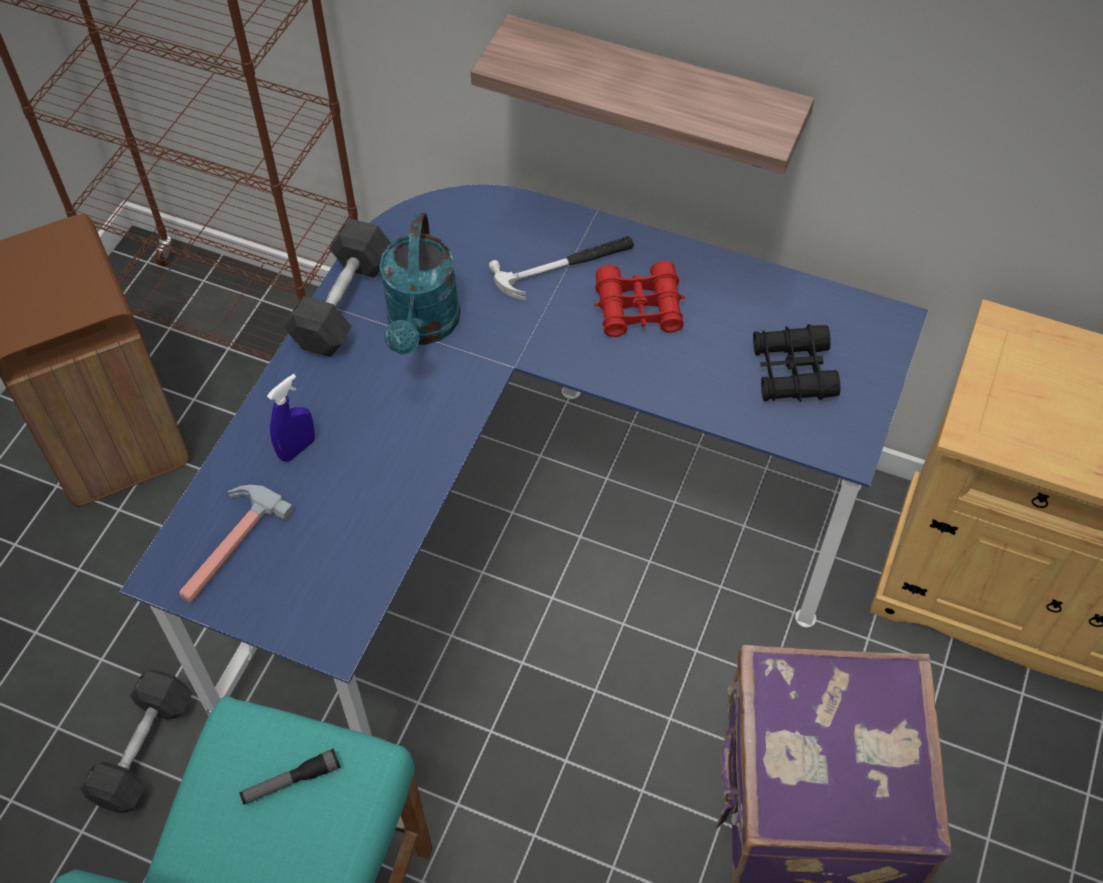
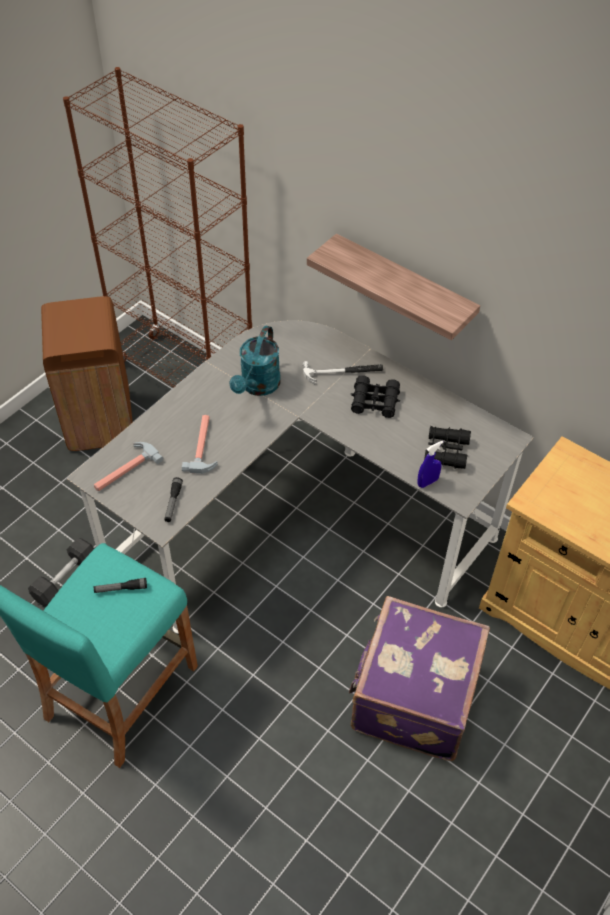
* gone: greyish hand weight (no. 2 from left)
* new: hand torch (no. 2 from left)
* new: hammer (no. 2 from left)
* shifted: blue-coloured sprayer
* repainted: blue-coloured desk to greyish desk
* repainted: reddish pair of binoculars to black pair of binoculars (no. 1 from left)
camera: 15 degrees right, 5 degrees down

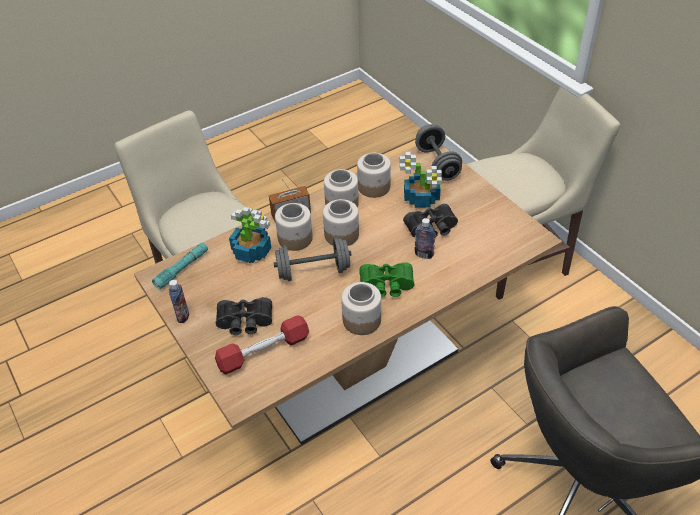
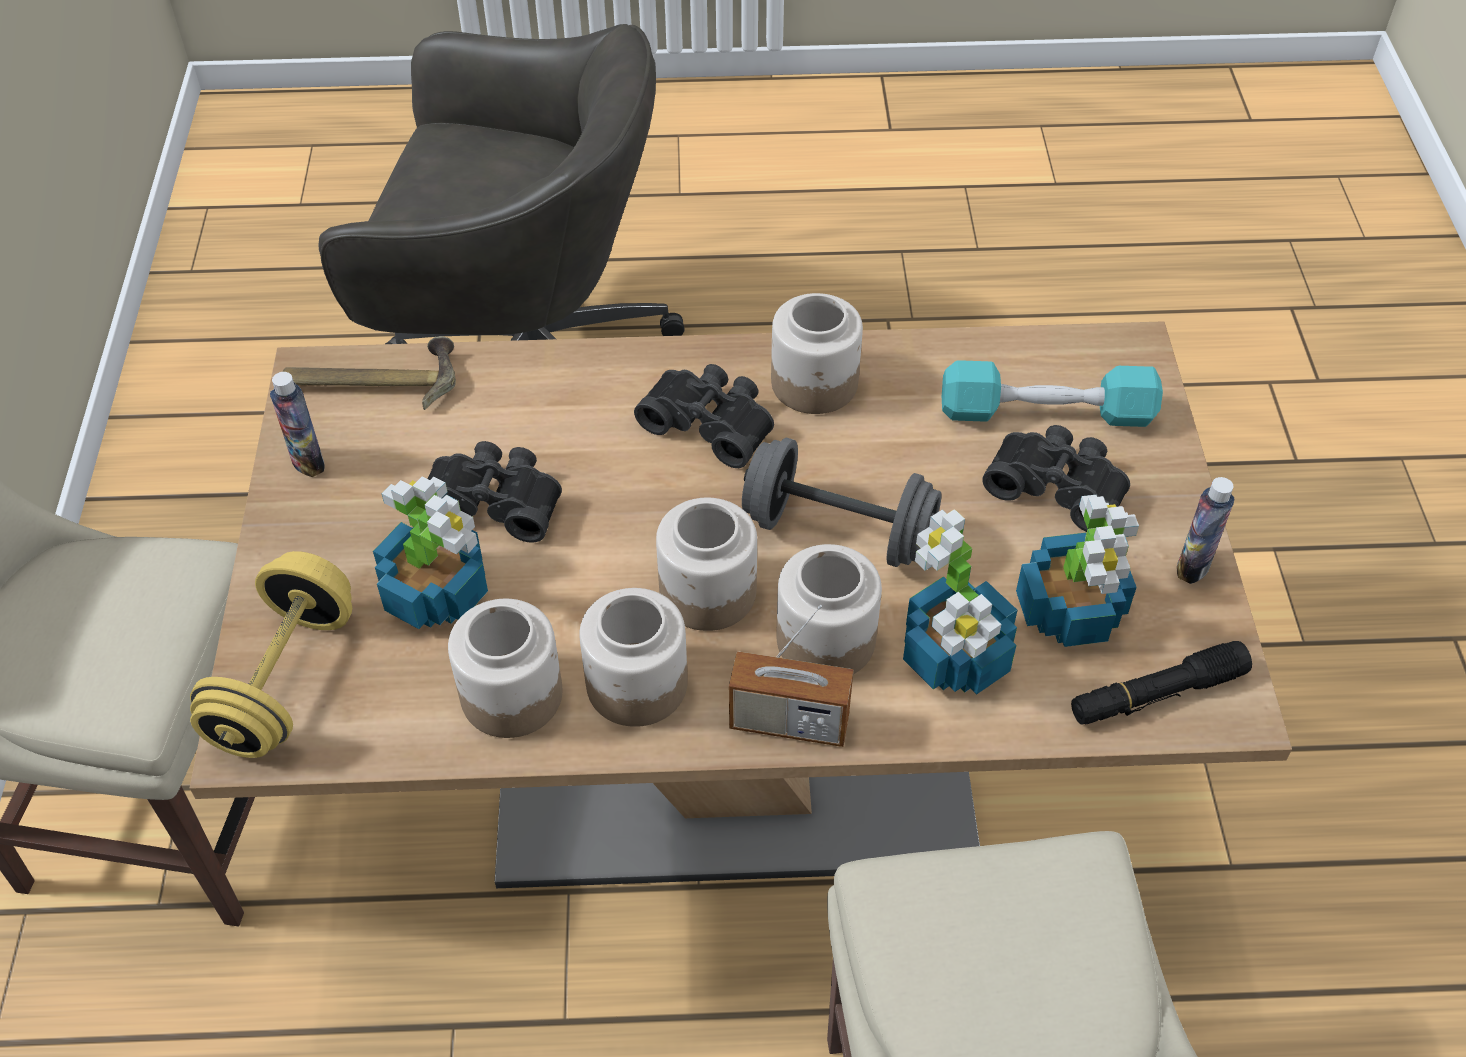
* new: hammer
* new: houseplant (no. 3 from left)
* shifted: beverage bottle (no. 2 from left in the first image) to beverage bottle (no. 1 from left)
* repainted: turquoise hand torch to black hand torch
* repainted: reddish hand weight to turquoise hand weight
* repainted: green-coloured pair of binoculars to black pair of binoculars (no. 2 from left)
* repainted: greyish hand weight (no. 2 from left) to yellow hand weight
camera: 150 degrees left, 5 degrees up

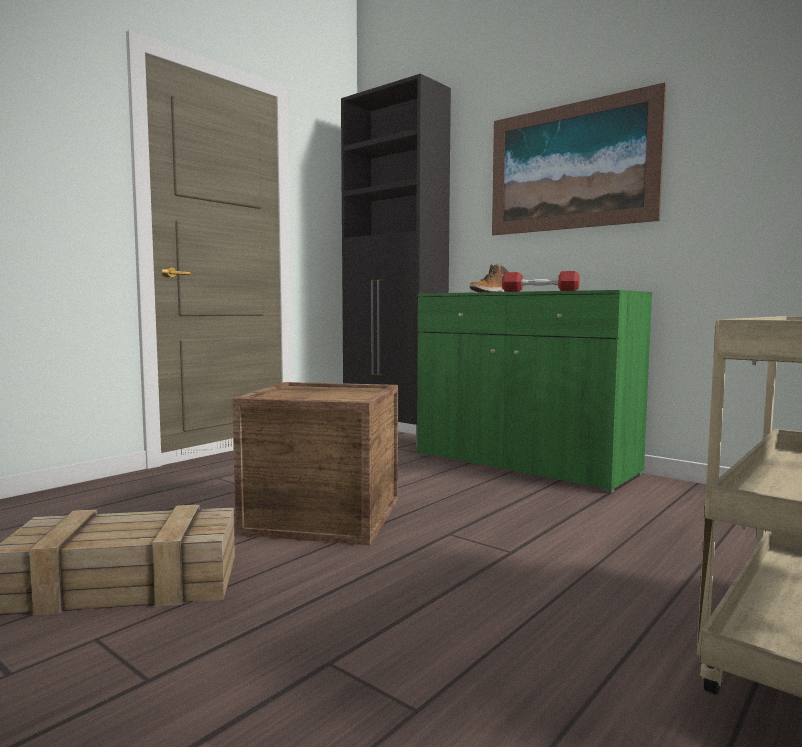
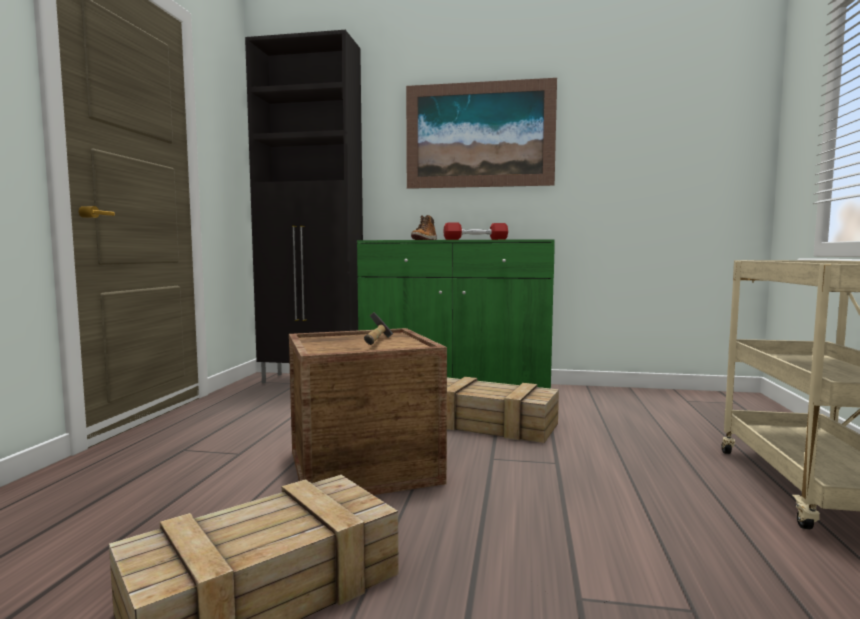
* new: hammer
* new: packing crate (no. 3 from left)
camera: 30 degrees left, 0 degrees up

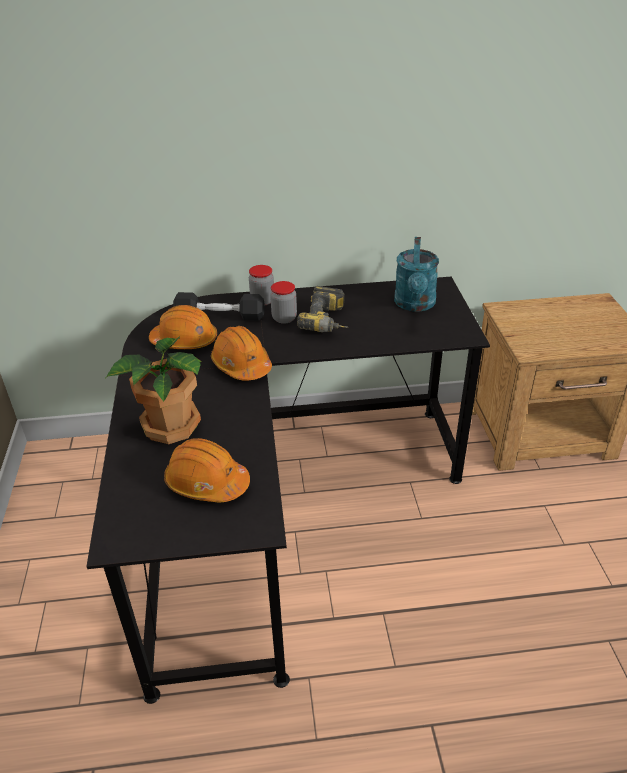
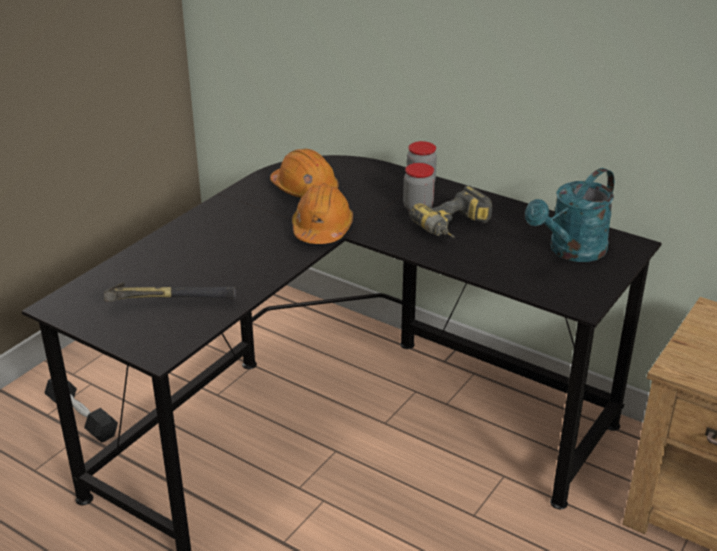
* gone: houseplant
* shifted: black hand weight
* swapped: orangey hard hat (no. 2 from left) to hammer
camera: 40 degrees right, 5 degrees down

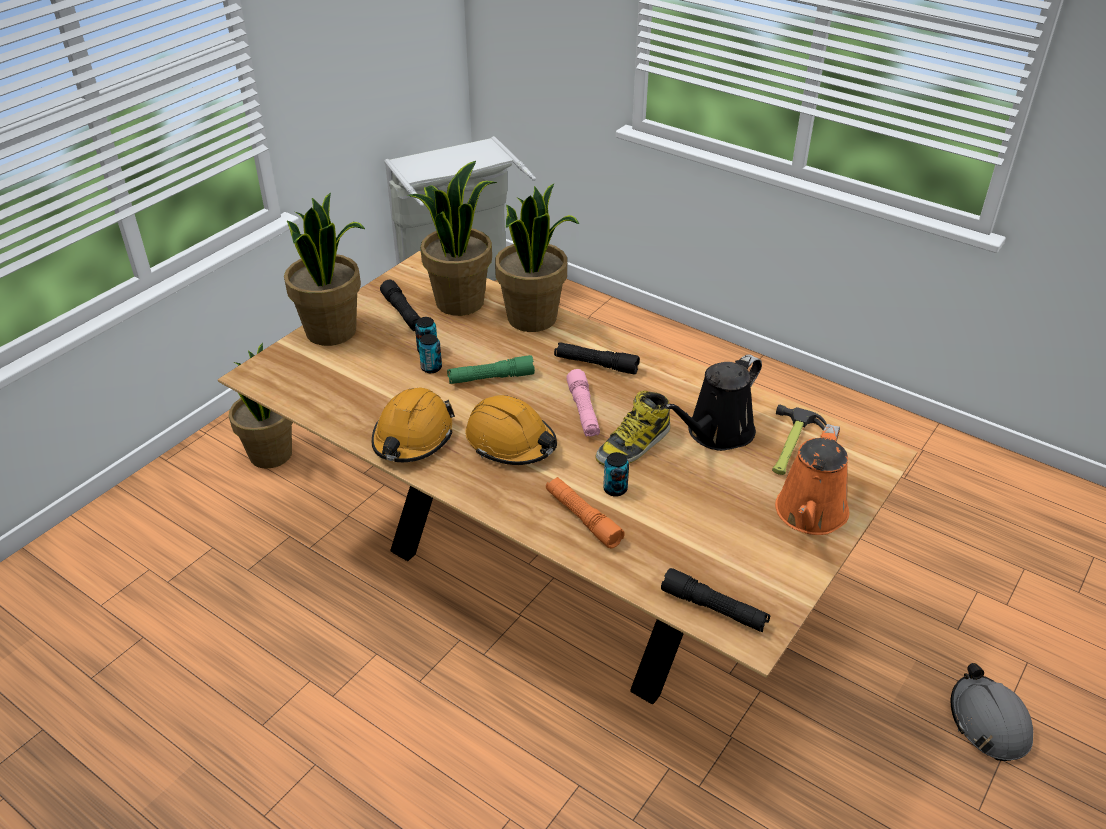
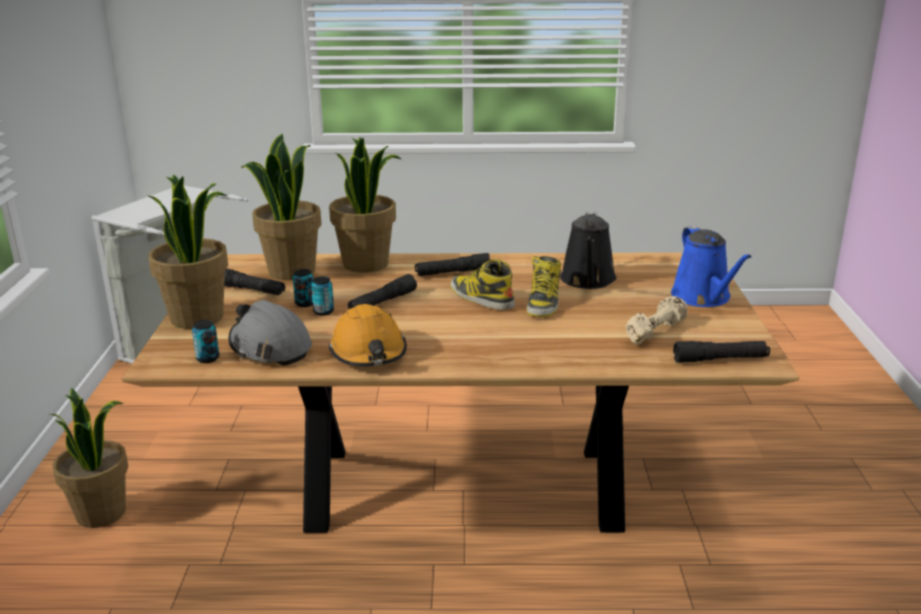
* gone: orangey hard hat (no. 2 from left)
* gone: orangey hand torch
* gone: hammer
* new: sand-coloured hand weight
* shifted: can (no. 3 from left in the first image) to can (no. 1 from left)
* shifted: greyish hard hat
* swapped: pink-coloured hand torch to high-top boot (no. 1 from left)
* repainted: green-coloured hand torch to black hand torch (no. 2 from left)
* repainted: orangey watering pot to blue-coloured watering pot
camera: 35 degrees left, 15 degrees down

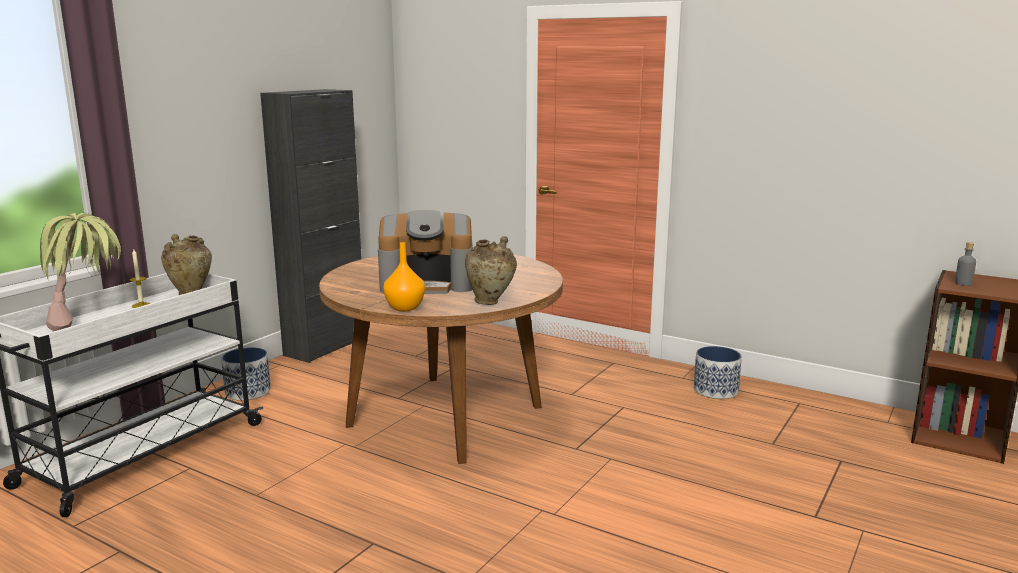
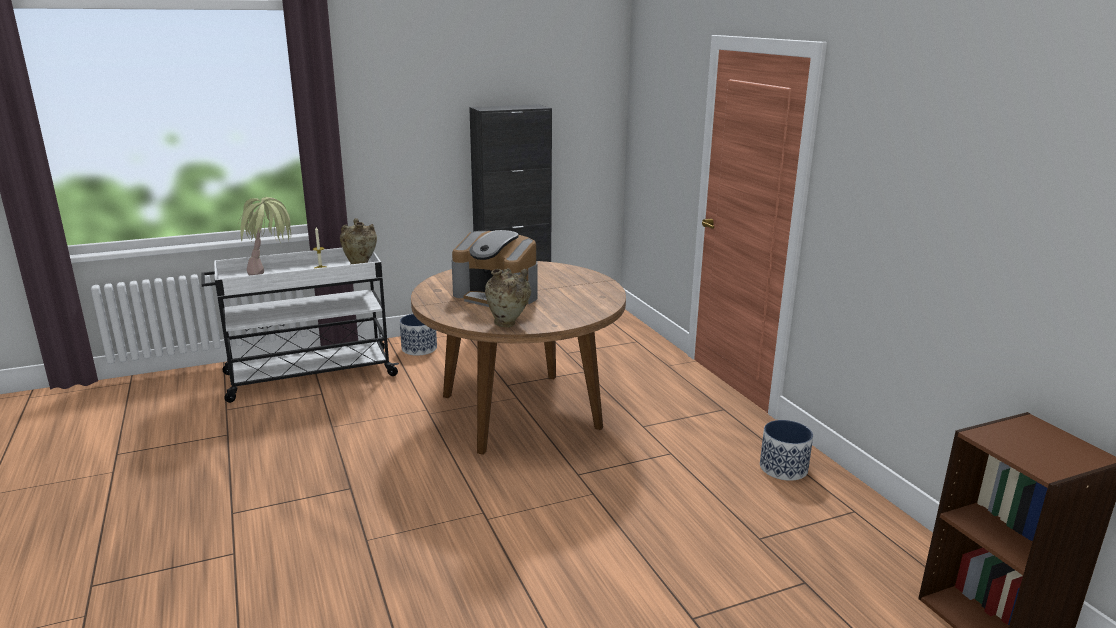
* gone: orangey vase
* gone: greyish beverage bottle
camera: 35 degrees right, 5 degrees up

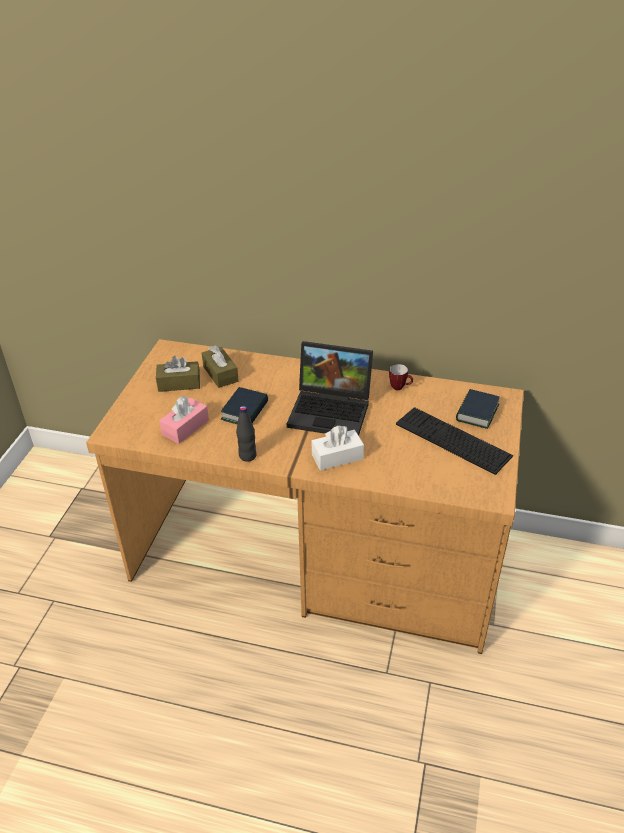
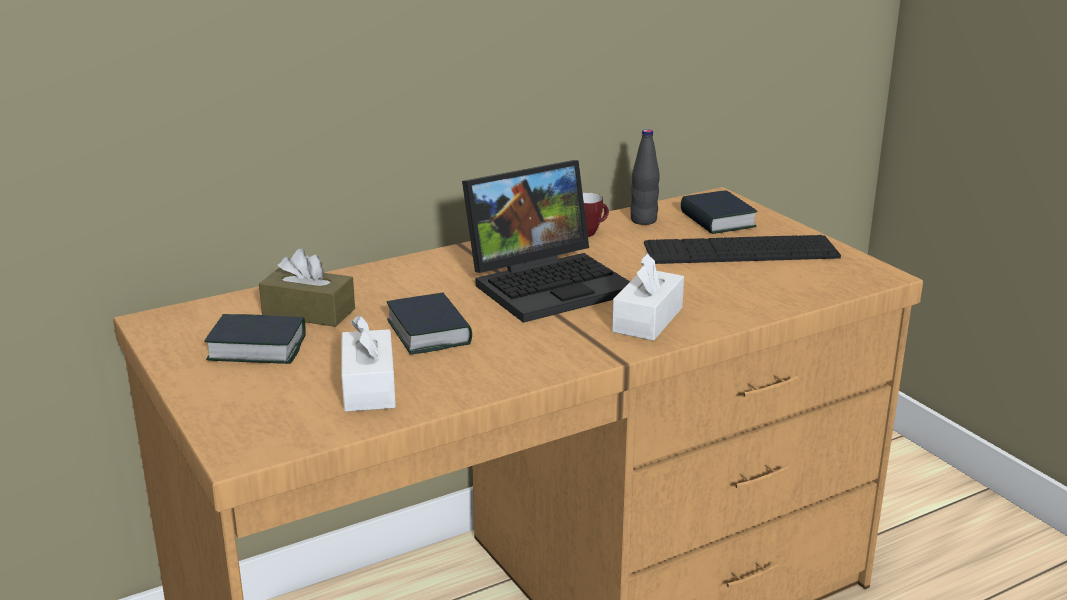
* shifted: black beverage bottle
* swapped: brown-coloured tissue holder (no. 1 from left) to book (no. 1 from left)
* repainted: pink-coloured tissue holder to white-coloured tissue holder (no. 1 from left)
camera: 45 degrees left, 15 degrees down

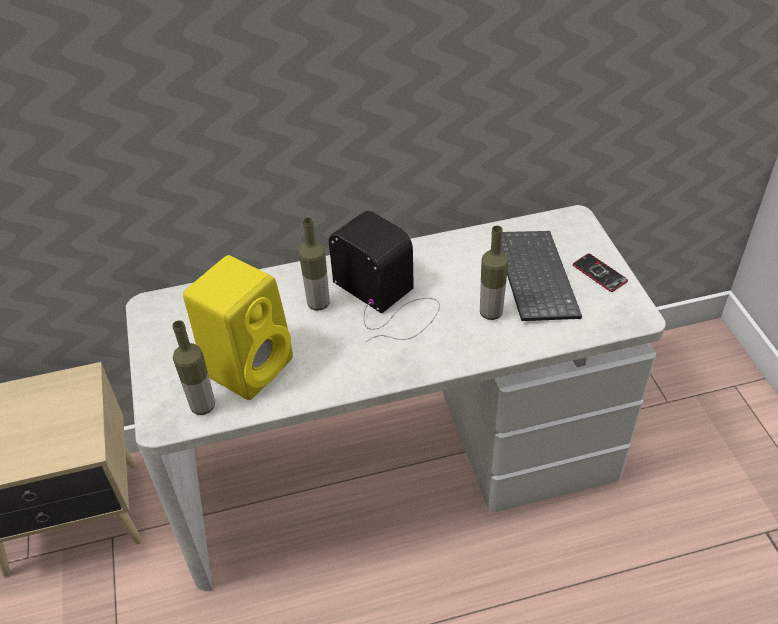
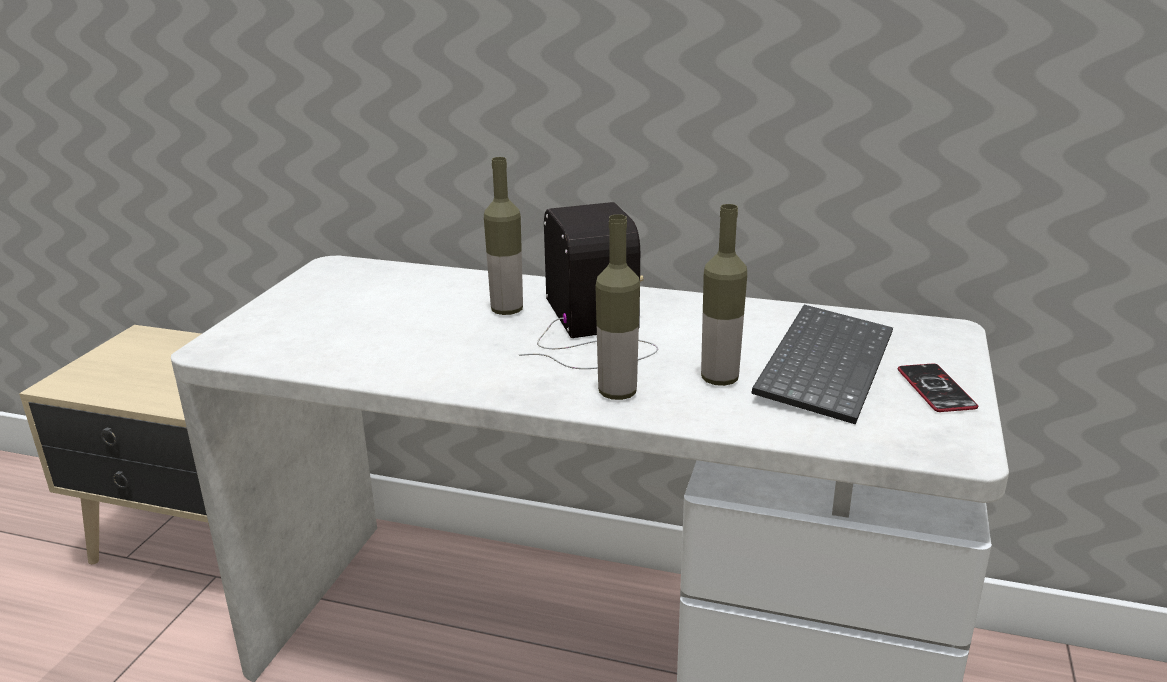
* gone: yellow loudspeaker
* shifted: beverage bottle (no. 1 from left in the first image) to beverage bottle (no. 2 from left)
camera: 30 degrees right, 20 degrees down

